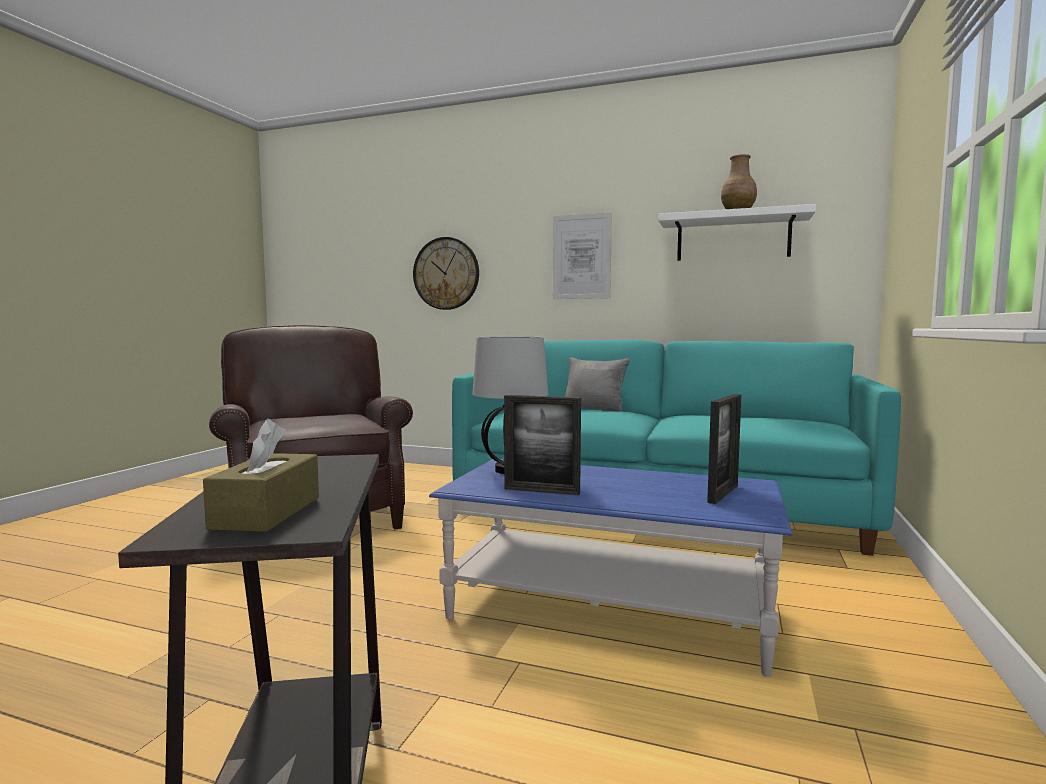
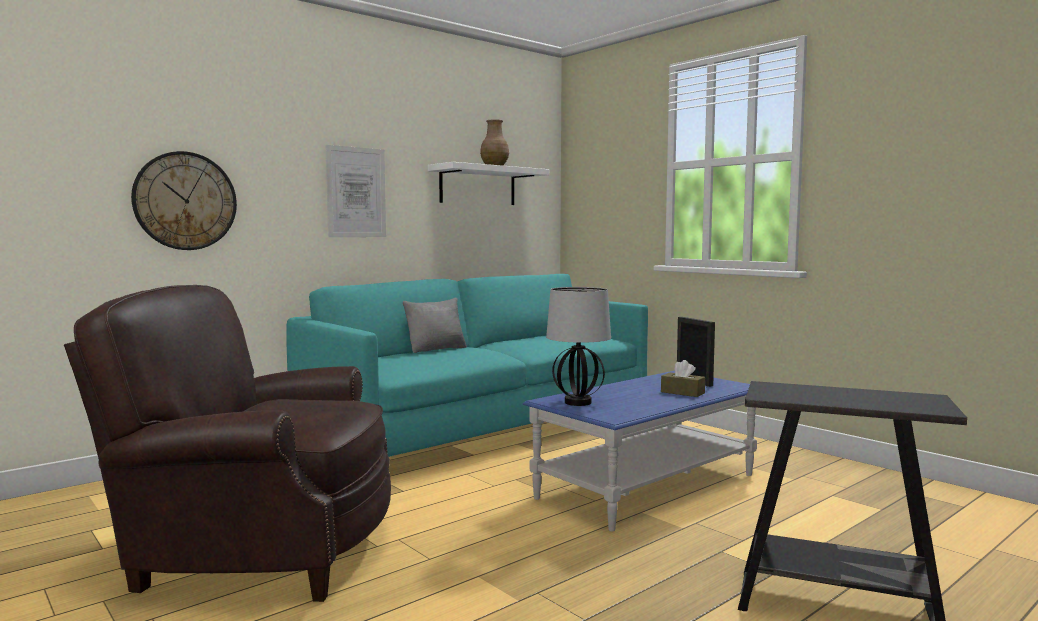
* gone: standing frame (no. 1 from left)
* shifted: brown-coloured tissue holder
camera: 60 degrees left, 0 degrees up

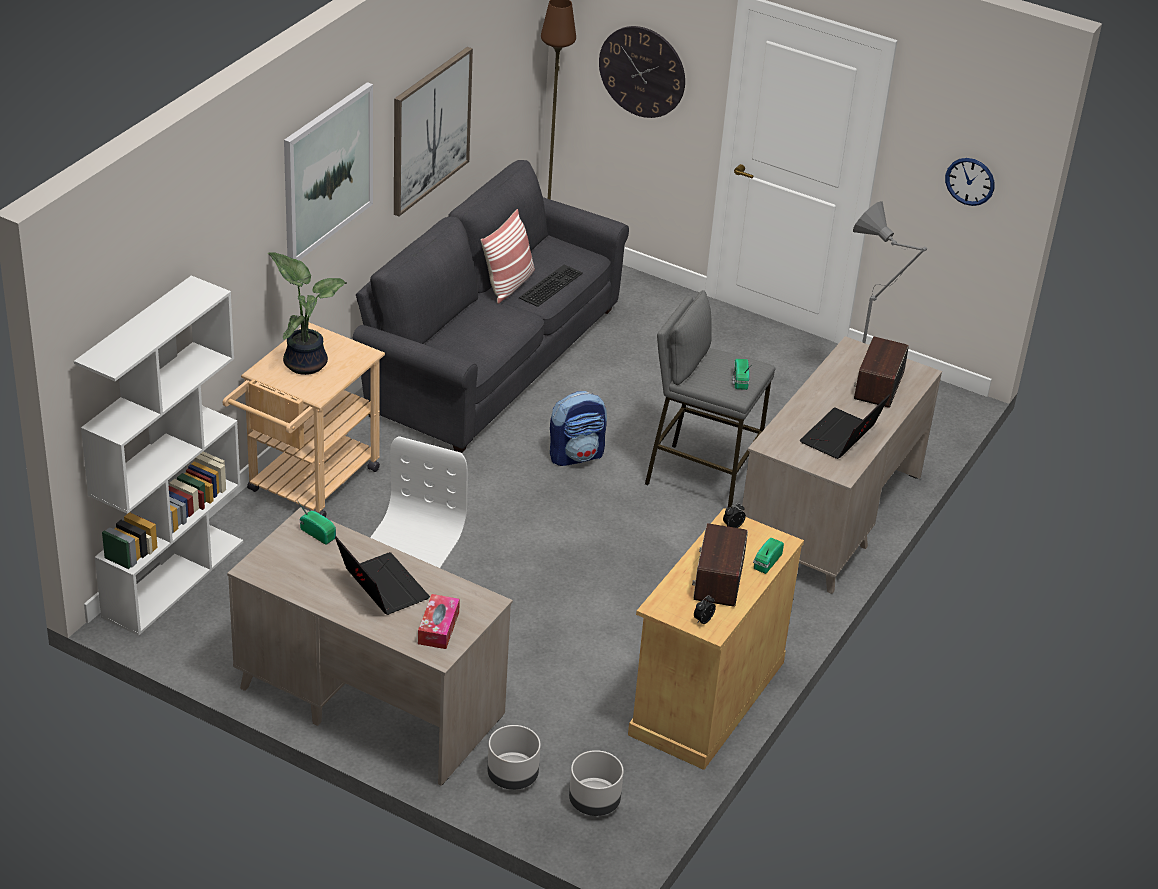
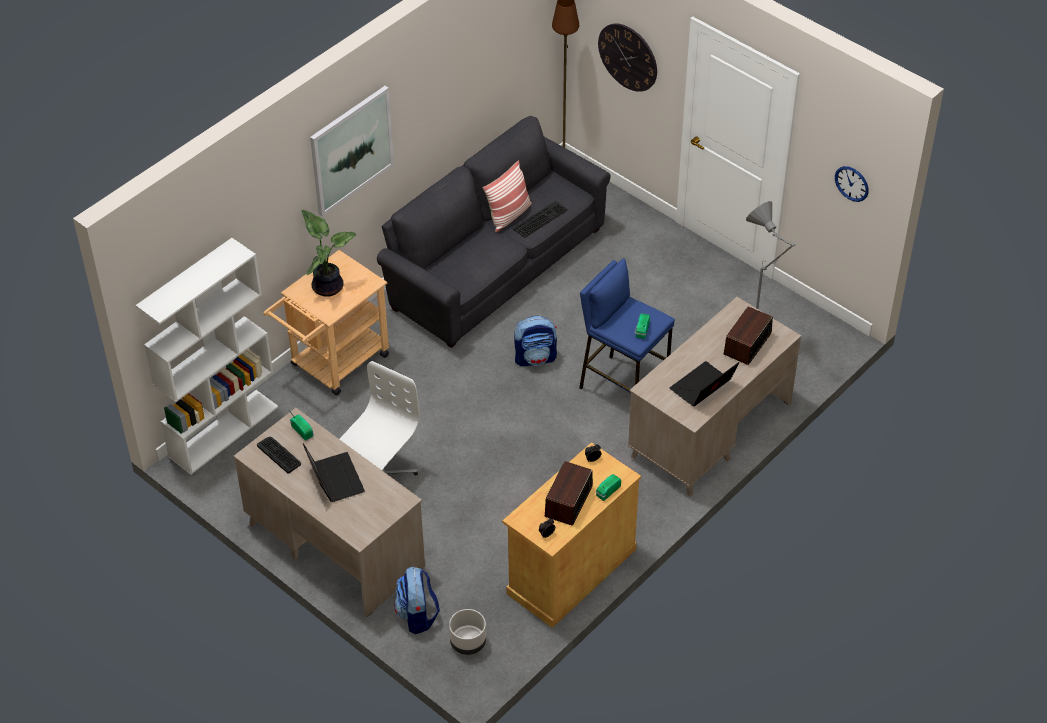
* gone: wall art (no. 2 from left)
* gone: tissue holder
* new: keyboard (no. 1 from left)
* swapped: greyish plant pot (no. 1 from left) to backpack (no. 1 from left)
* repainted: greyish sitting stool to blue-coloured sitting stool
camera: 15 degrees right, 10 degrees up

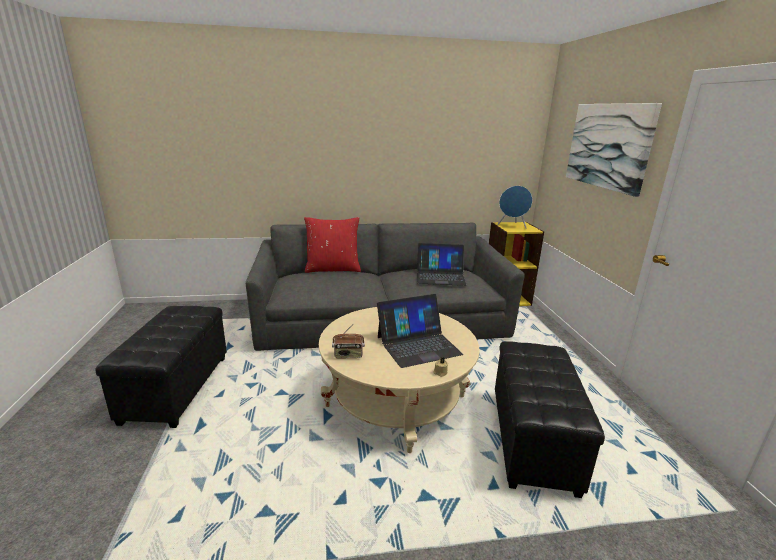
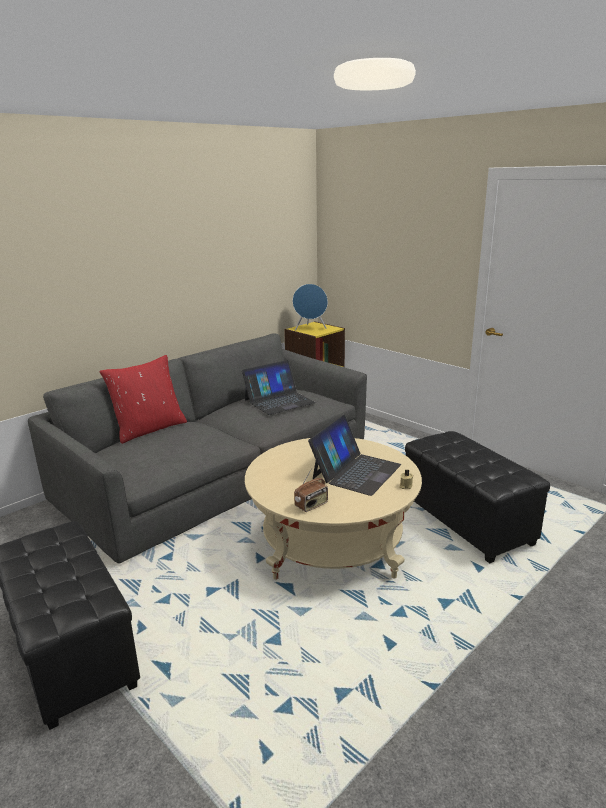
* gone: wall art
camera: 35 degrees left, 0 degrees up

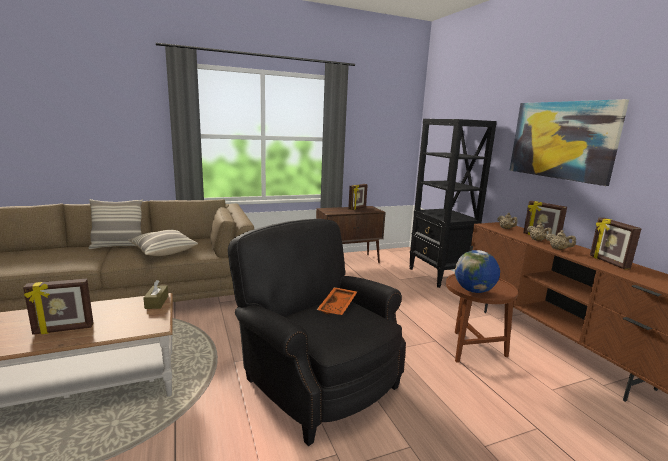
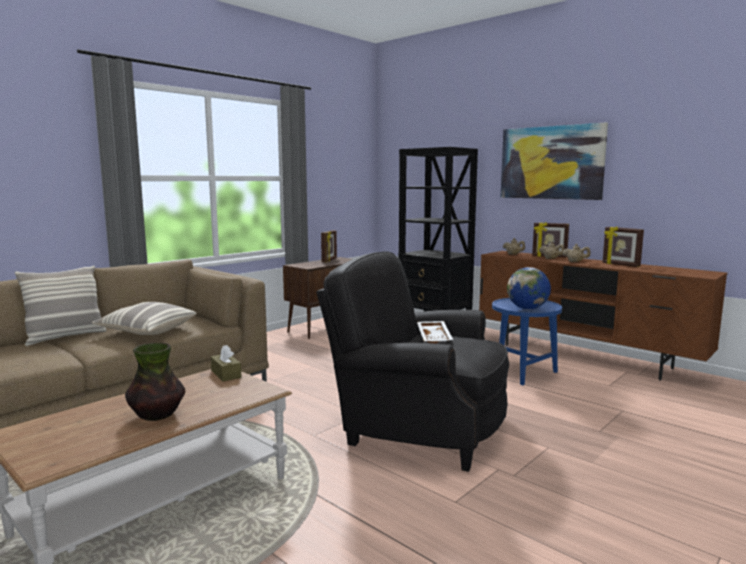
* swapped: standing frame (no. 1 from left) to vase
* repainted: orangey tray to white-coloured tray
* repainted: brown-coloured side table to blue-coloured side table
camera: 25 degrees left, 5 degrees down

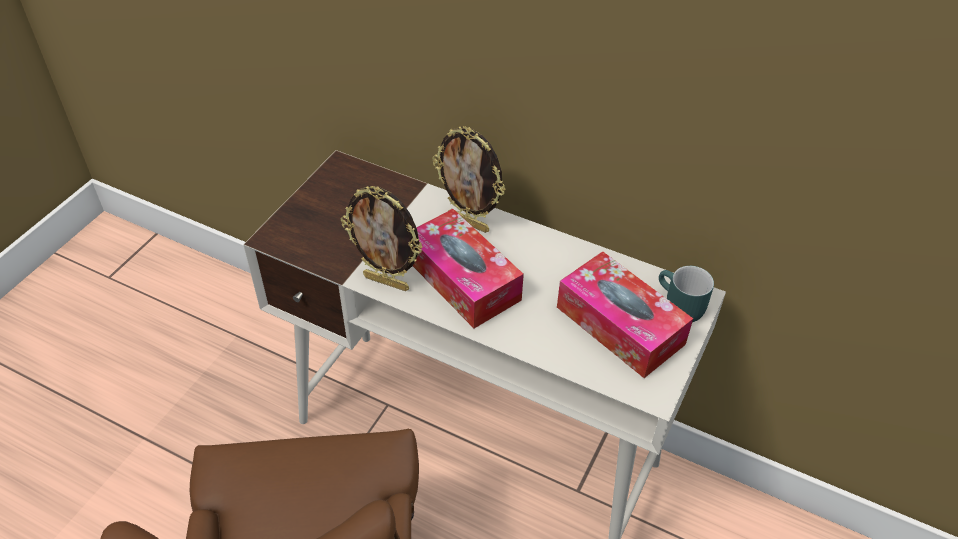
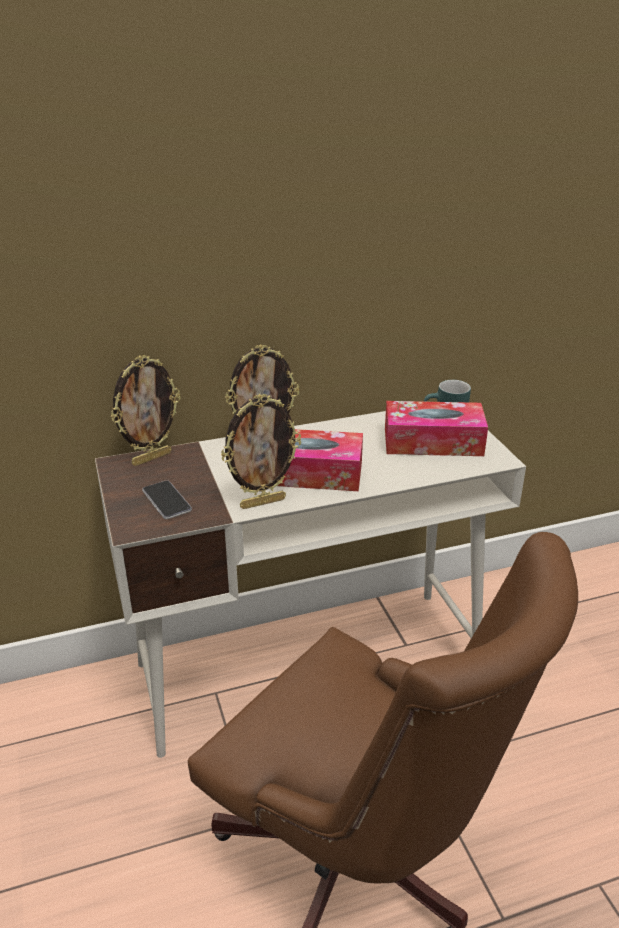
* new: standing frame (no. 1 from left)
* new: telephone
camera: 45 degrees left, 15 degrees down

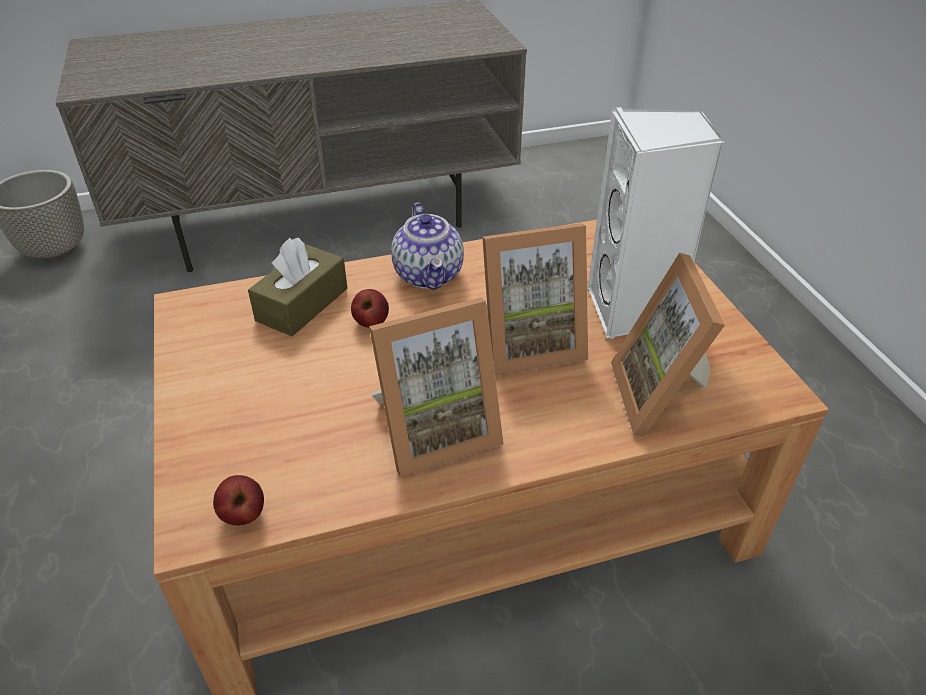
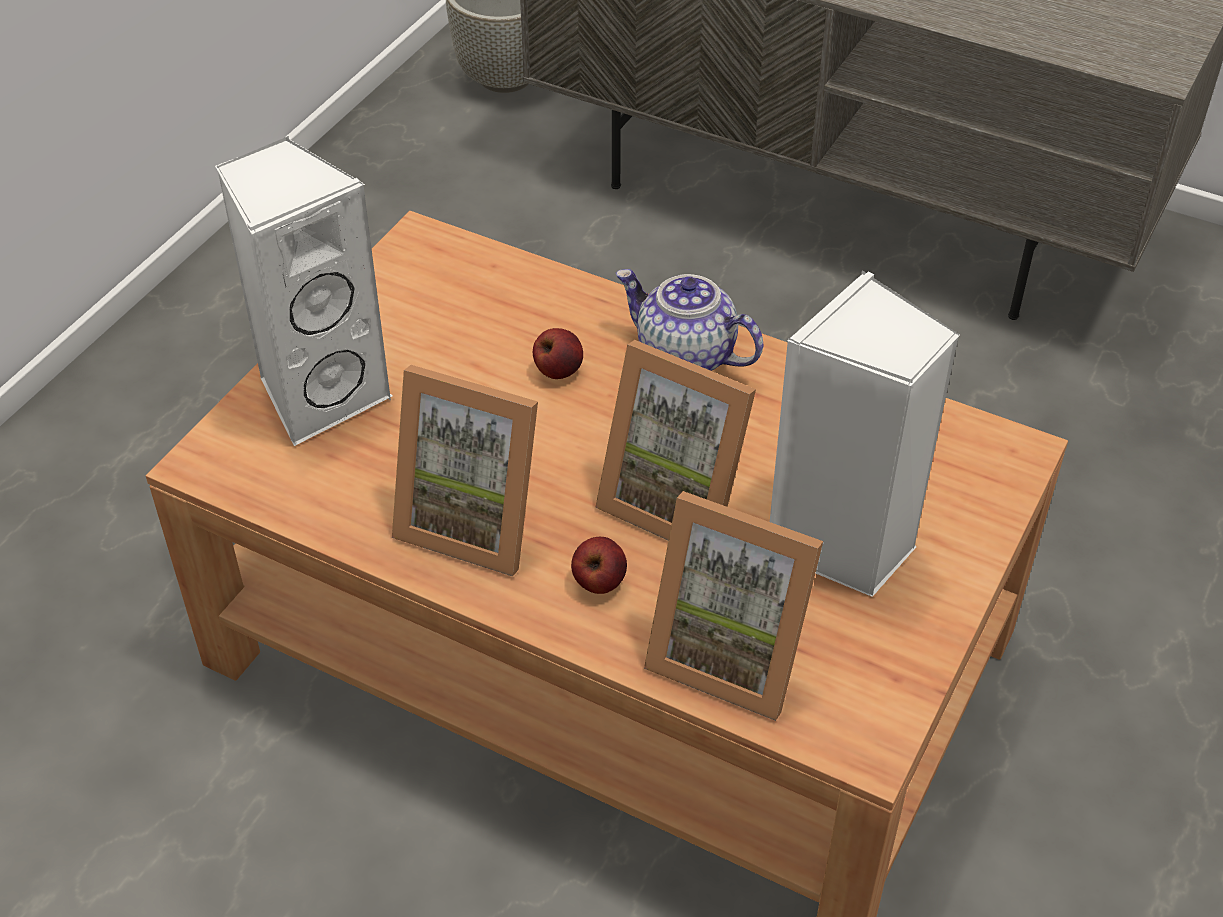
* gone: brown-coloured tissue holder
* new: white-coloured loudspeaker (no. 1 from left)
* shifted: apple (no. 1 from left in the first image) to apple (no. 2 from left)
* rotated: teapot 90 degrees clockwise
* rotated: standing frame (no. 3 from left) 105 degrees counterclockwise
camera: 45 degrees right, 5 degrees up

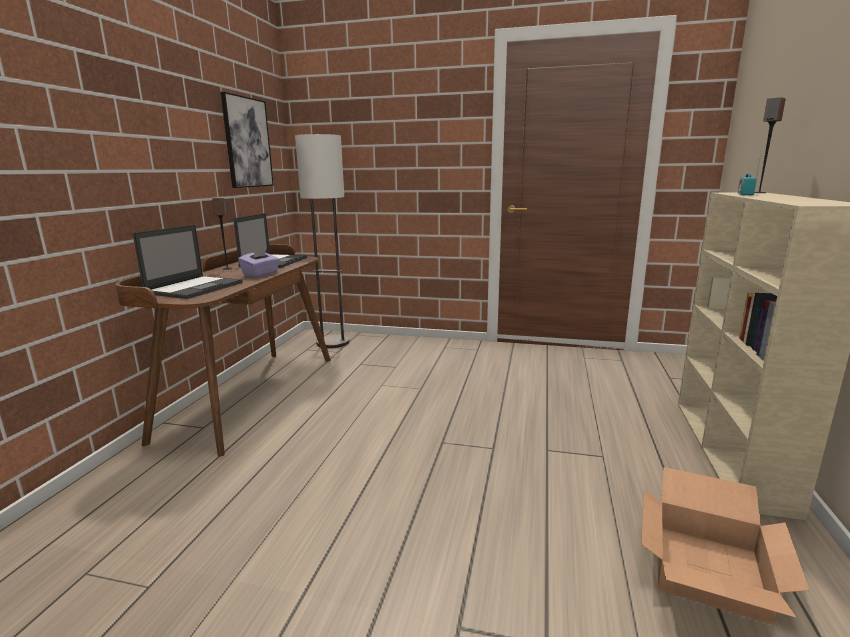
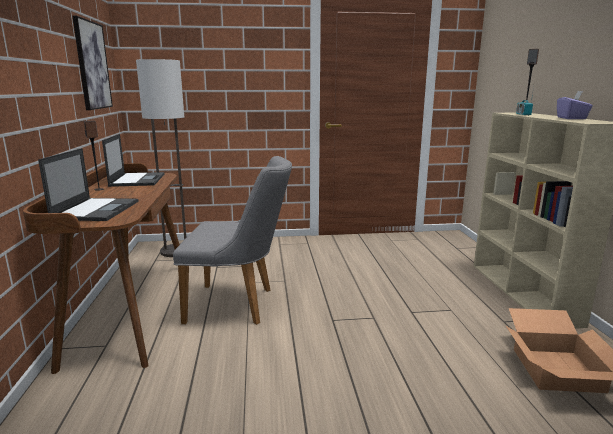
* new: greyish chair
* shifted: purple-coloured tissue holder
camera: 20 degrees left, 0 degrees up

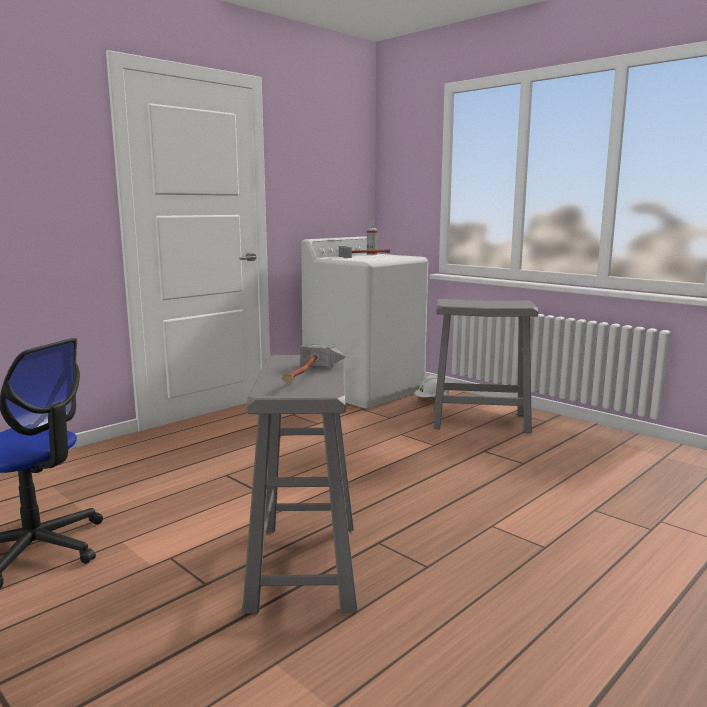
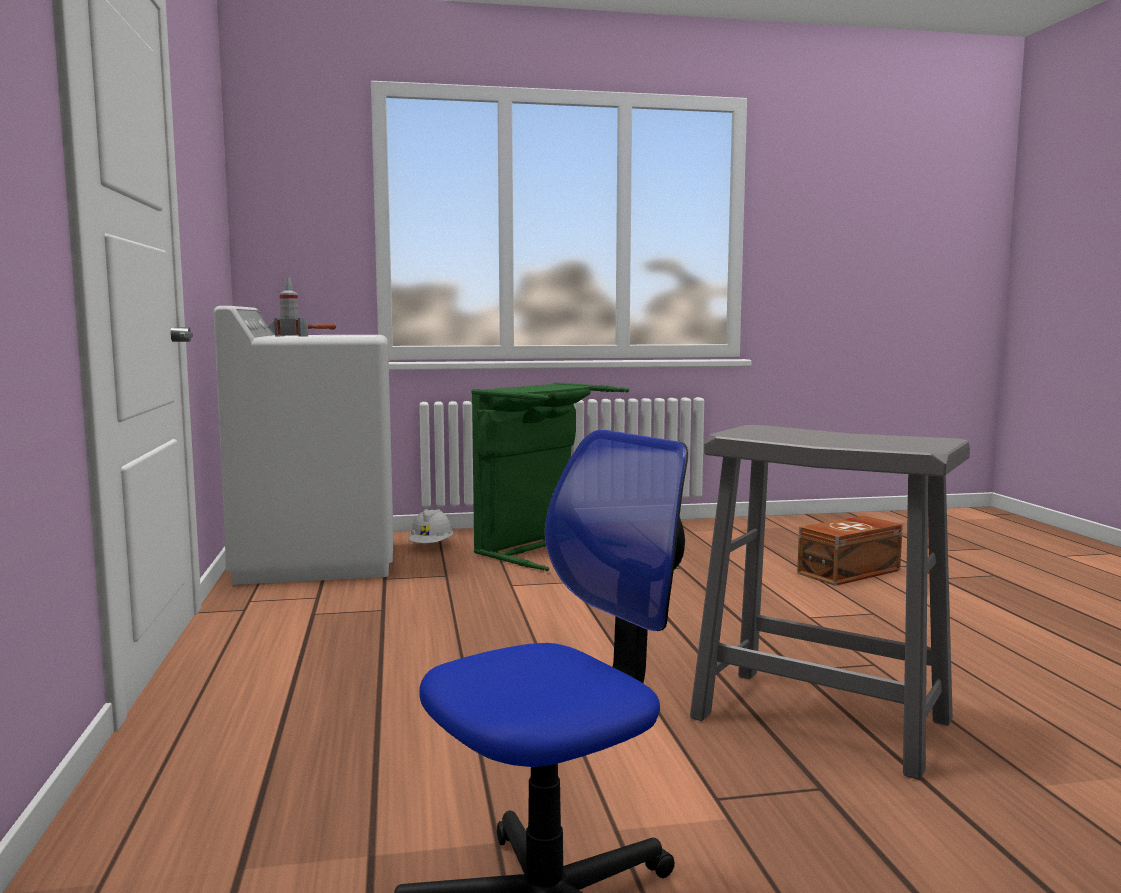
* gone: hammer (no. 1 from left)
* new: brown-coloured storage box
* swapped: greyish sitting stool (no. 2 from left) to green-coloured hamper
camera: 55 degrees left, 5 degrees down

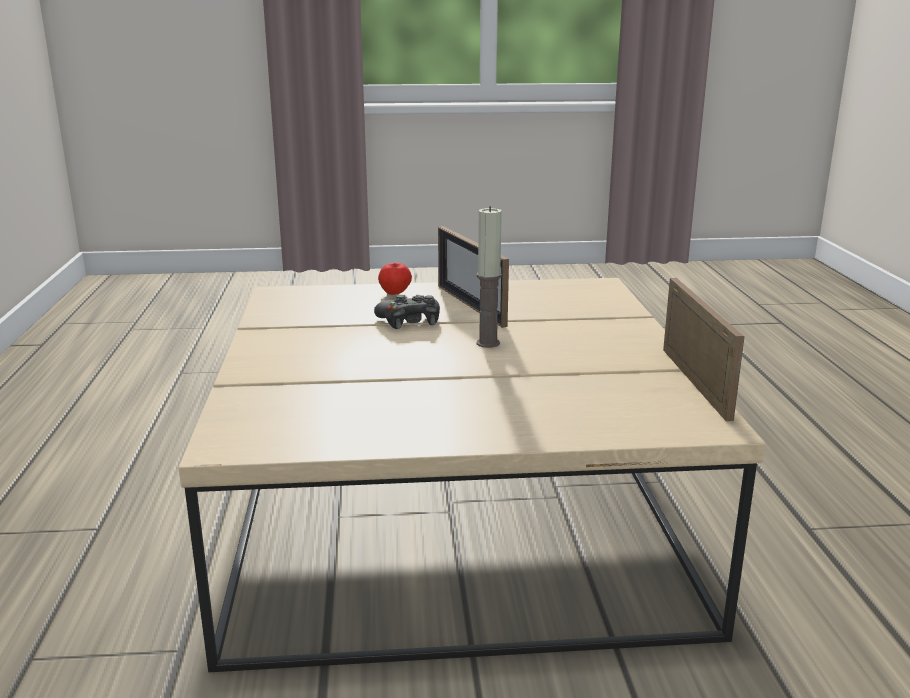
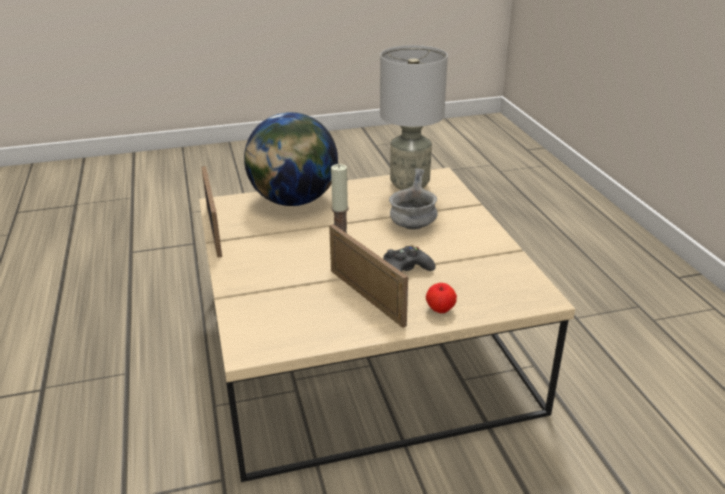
* new: desk globe
* new: greyish tabletop lamp
* new: greyish bowl
camera: 170 degrees right, 10 degrees up

